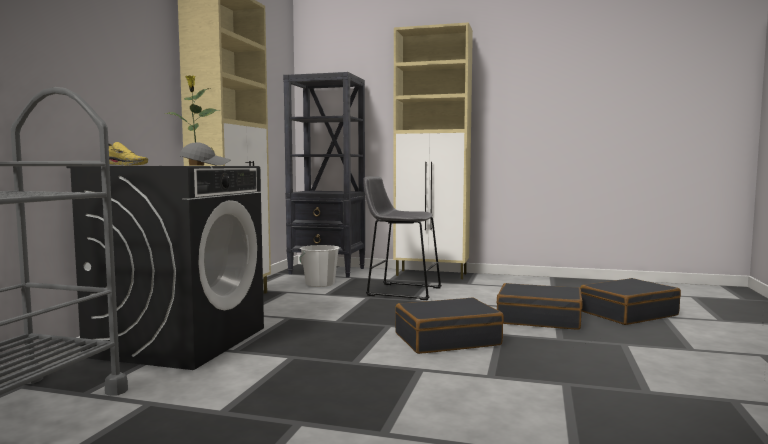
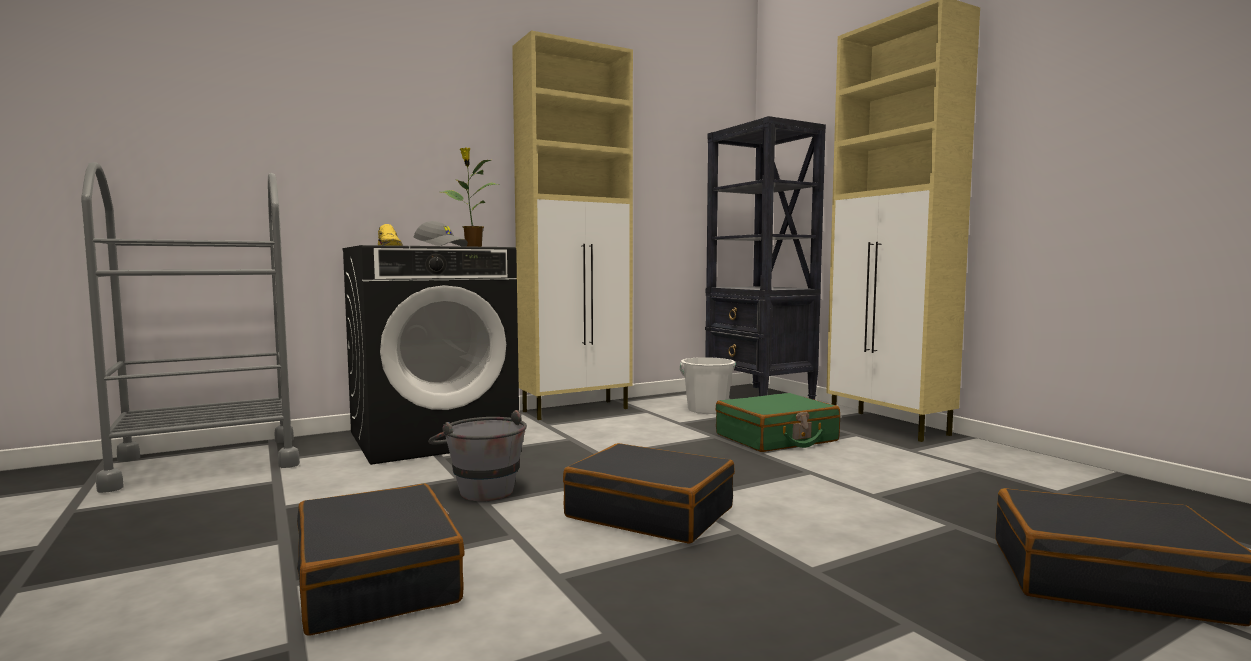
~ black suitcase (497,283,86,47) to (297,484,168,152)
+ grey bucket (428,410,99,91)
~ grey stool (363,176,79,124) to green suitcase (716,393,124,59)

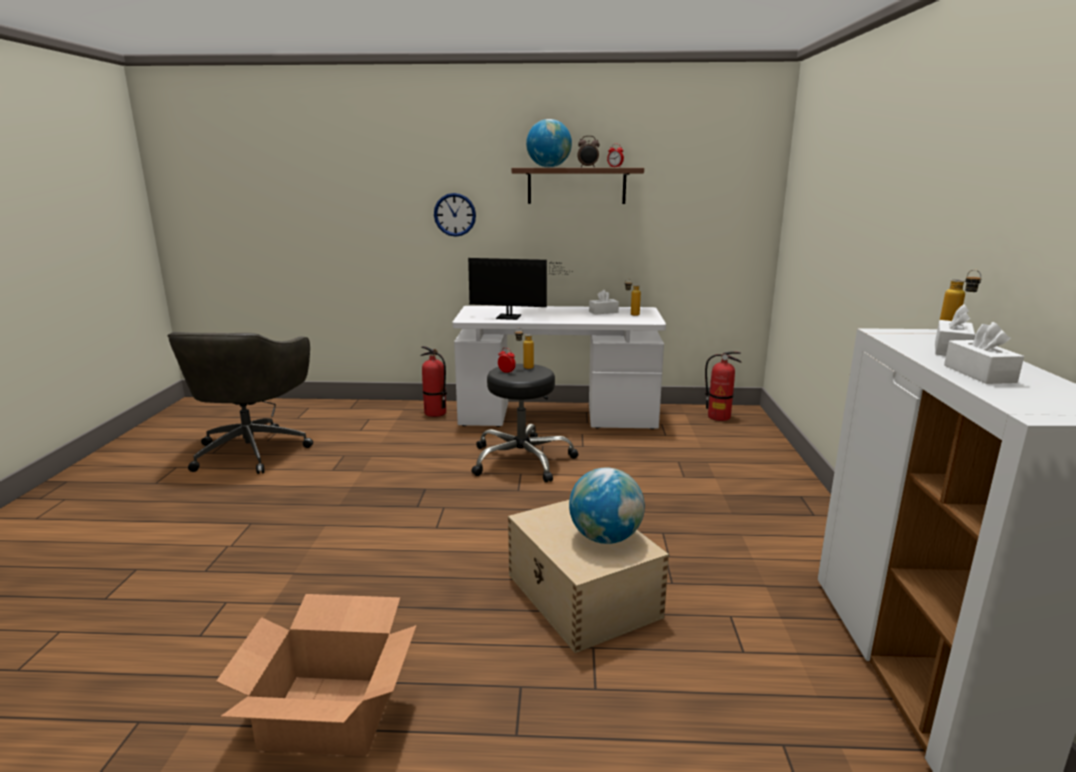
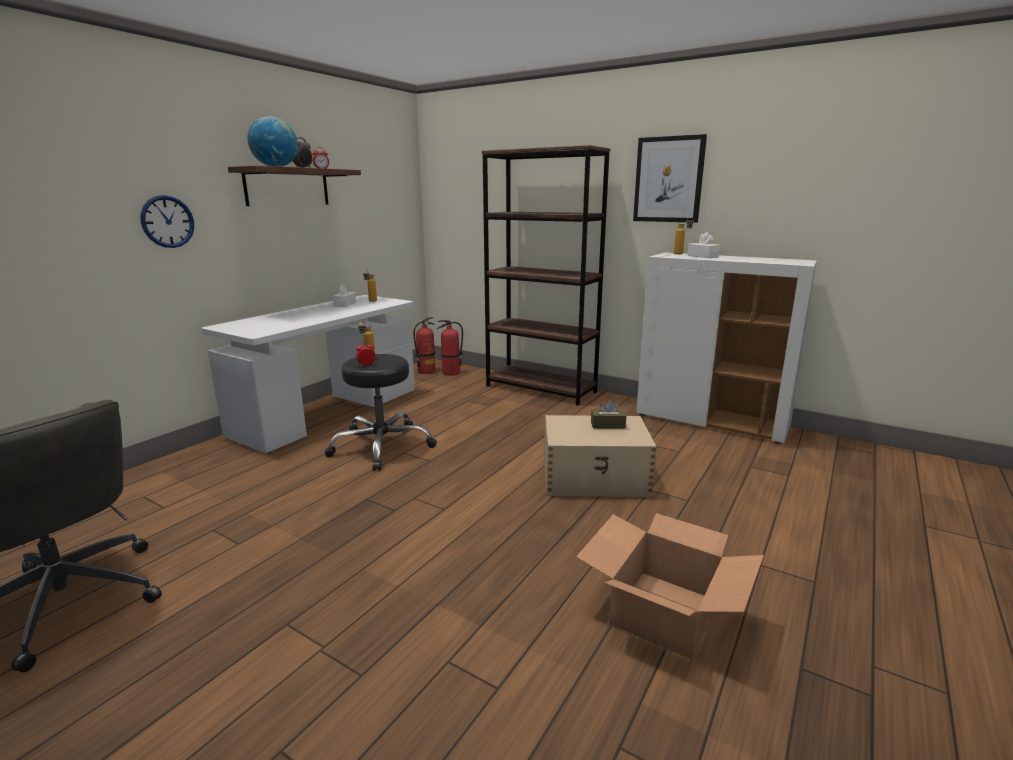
~ fire extinguisher (420,346,27,71) to (437,320,26,55)
+ brown bookcase (482,145,128,261)
~ globe (569,468,76,76) to brown tissue box (591,400,35,29)
+ picture (633,134,74,89)
- monitor (468,258,105,62)
- white tissue box (944,322,80,62)

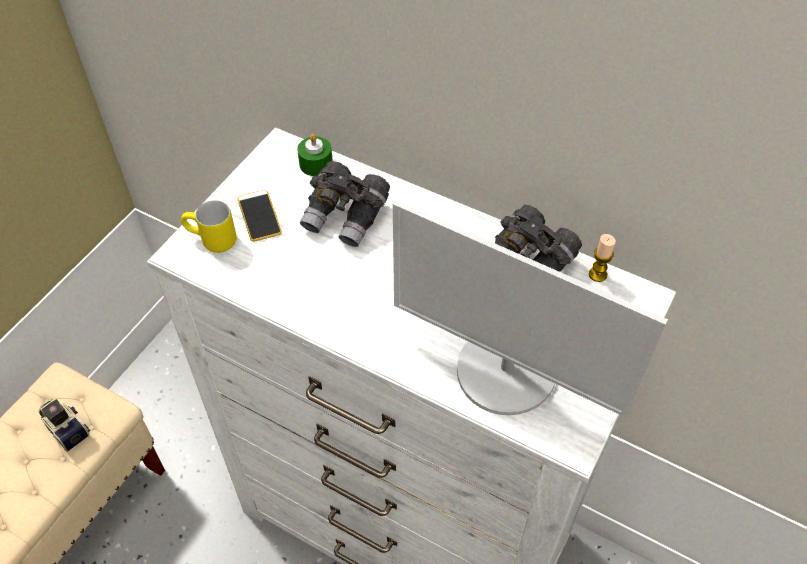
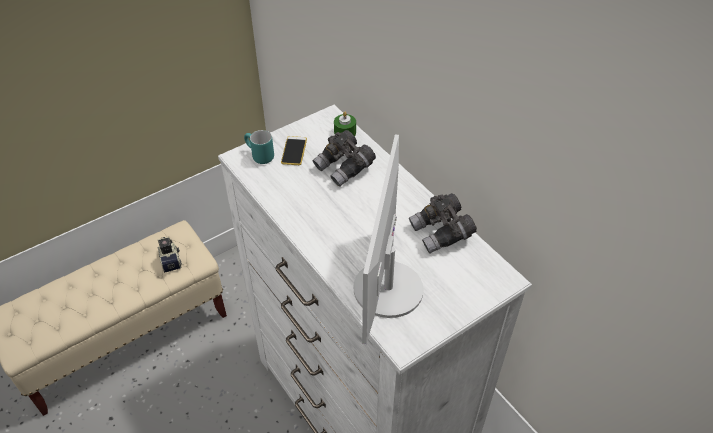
~ yellow mug (181,200,56,53) to turquoise mug (244,130,30,34)
~ monitor (393,200,275,218) = (353,134,70,210) 45 degrees clockwise
- candle (589,234,27,48)

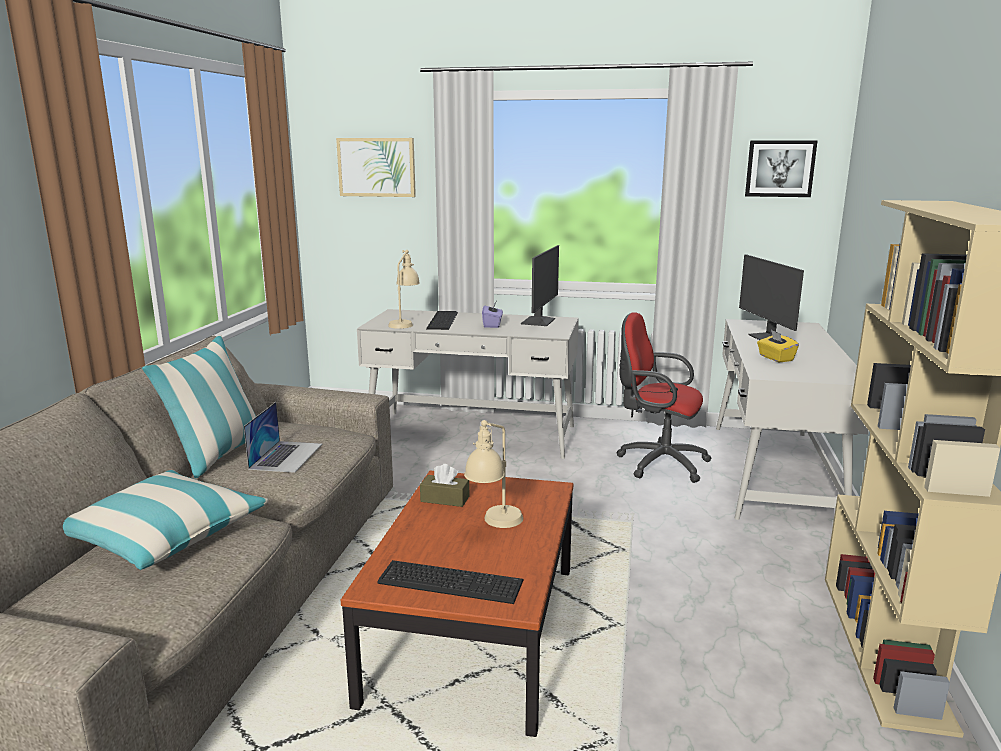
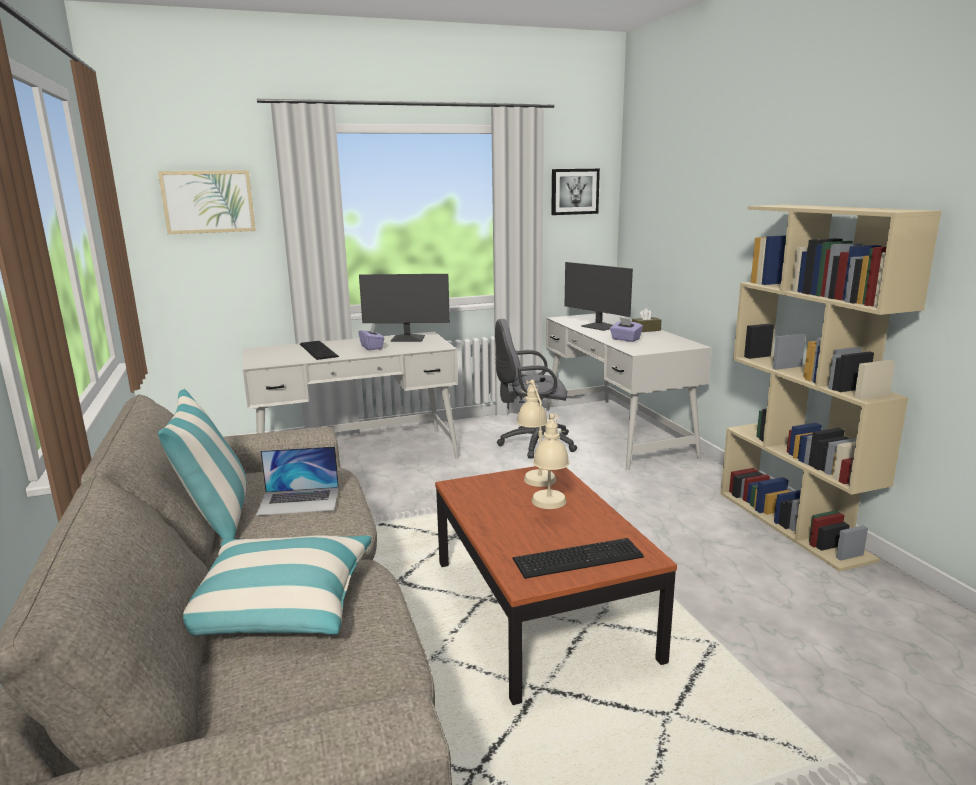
~ laptop (244,402,78,71) = (256,446,83,70) 105 degrees clockwise
~ monitor (521,245,38,81) = (359,274,91,68) 105 degrees clockwise
~ red office chair (616,312,96,171) to grey office chair (495,319,82,140)
~ beige table lamp (388,250,32,79) to (517,379,39,108)
~ yellow tissue box (757,330,42,32) to purple tissue box (610,318,33,24)
~ brown tissue box (420,464,49,43) to (632,308,29,24)

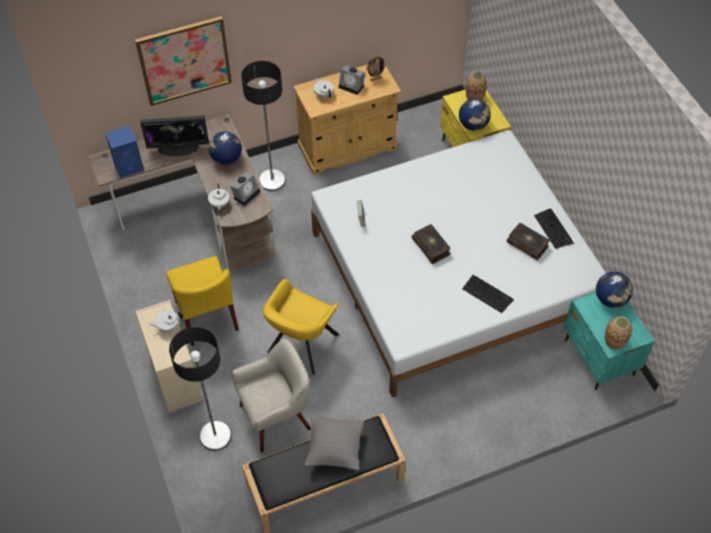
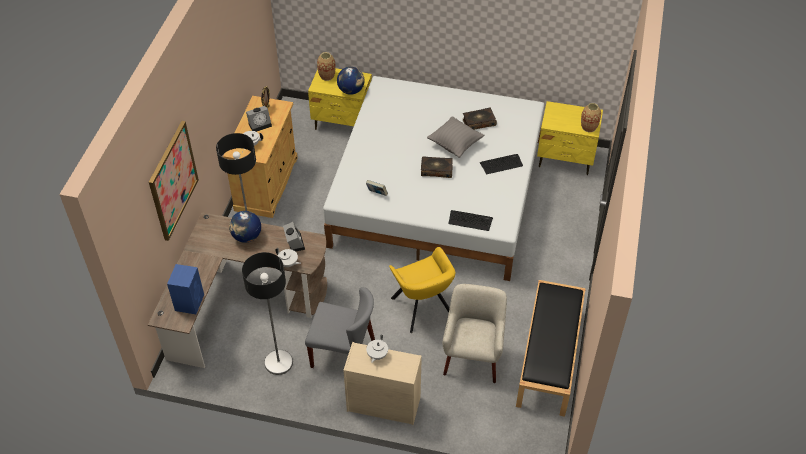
~ floor lamp (169,327,63,124) to (242,252,51,123)
~ yellow chair (166,256,73,90) to grey chair (305,287,70,81)
~ grey pillow (305,415,59,56) to (427,116,57,42)
~ keyboard (534,208,39,41) to (448,210,45,21)
~ turquoise nightstand (564,292,91,98) to yellow nightstand (537,101,66,74)
- monitor (140,116,69,40)
- globe (596,272,37,36)

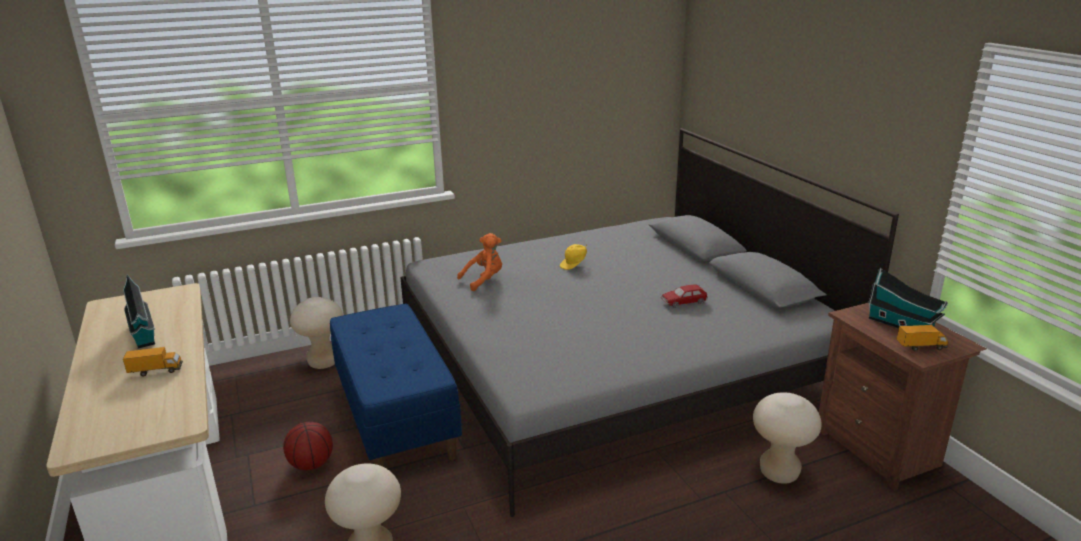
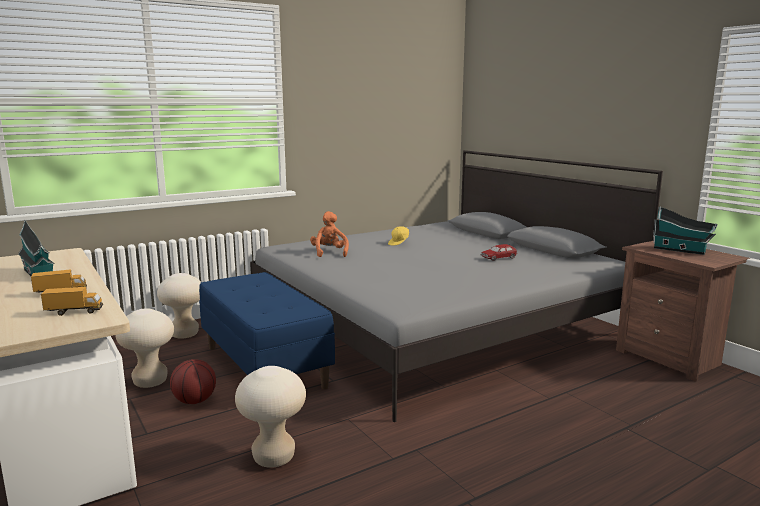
~ toy truck (896,325,52,26) to (41,287,62,29)
~ beige stool (753,392,69,92) to (115,308,59,80)
~ orange plush toy (457,233,45,58) = (310,211,39,46) 60 degrees counterclockwise

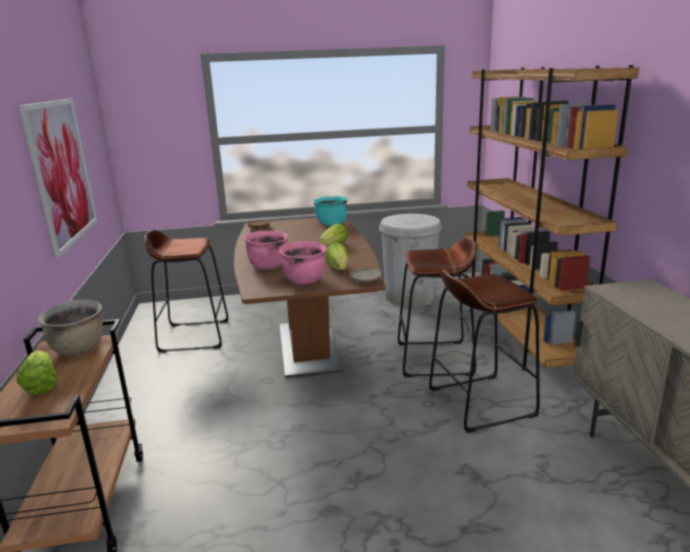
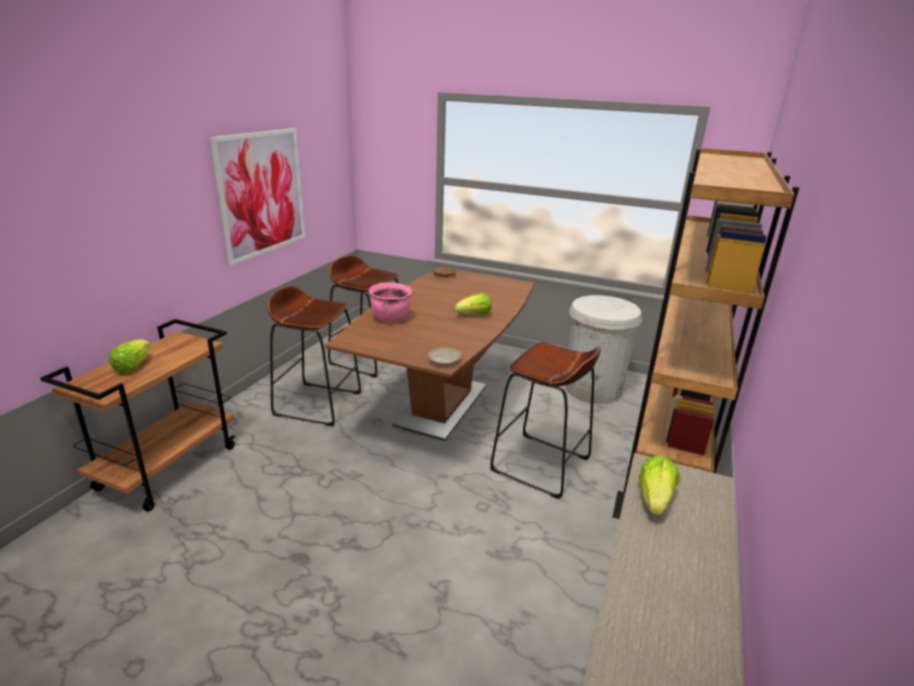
~ brown stool (429,270,111,163) to (267,286,94,141)
~ lettuce (326,243,22,27) to (638,455,42,60)
- brown cooking pot (38,300,65,56)
- pink cooking pot (279,241,48,44)
- turquoise cooking pot (313,196,34,30)

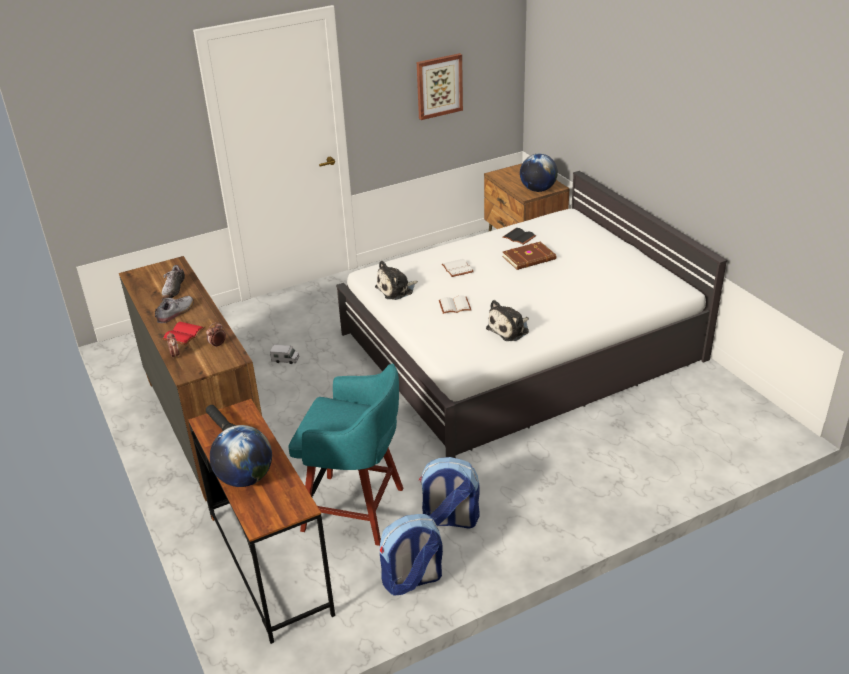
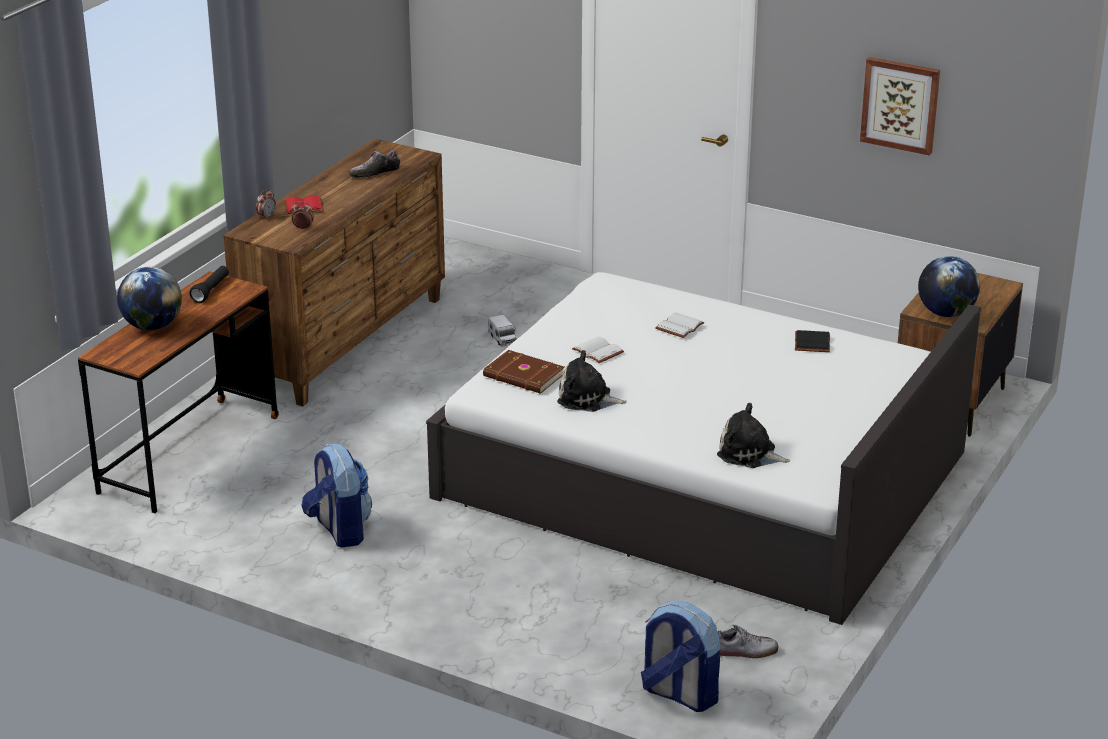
~ brown book (502,242,54,28) to (483,350,82,44)
~ backpack (380,514,63,82) to (641,601,79,111)
~ plush toy (375,260,43,40) to (717,403,73,65)
~ shoe (155,296,39,27) to (718,625,60,33)
- turquoise stool (288,364,115,182)

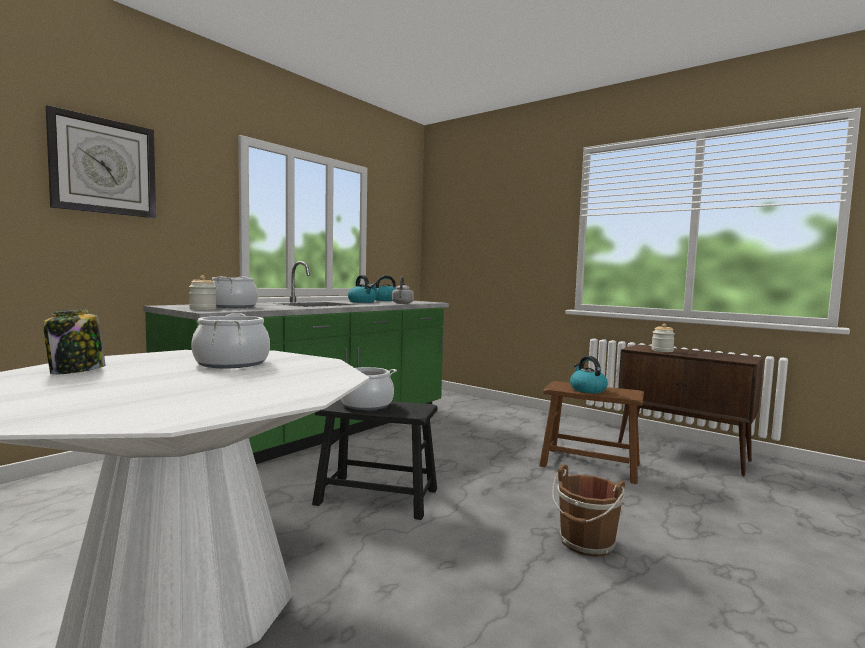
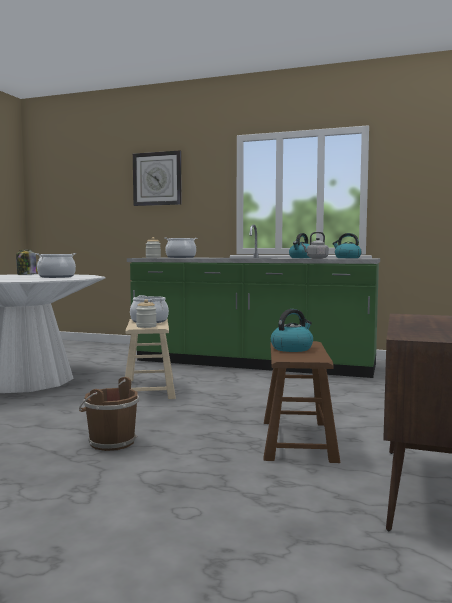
~ black stool (312,399,126,121) to beige stool (124,319,52,80)
~ jar (651,324,24,28) to (136,299,21,29)

